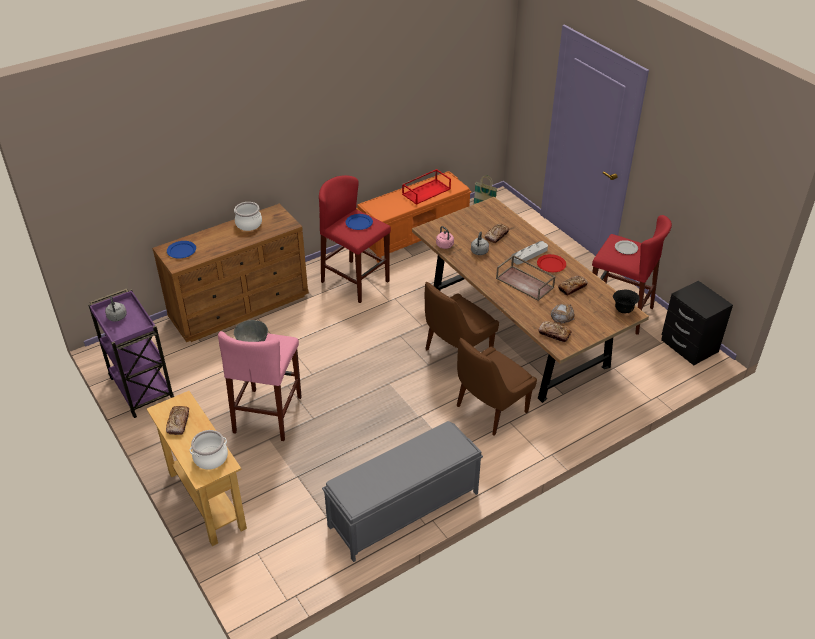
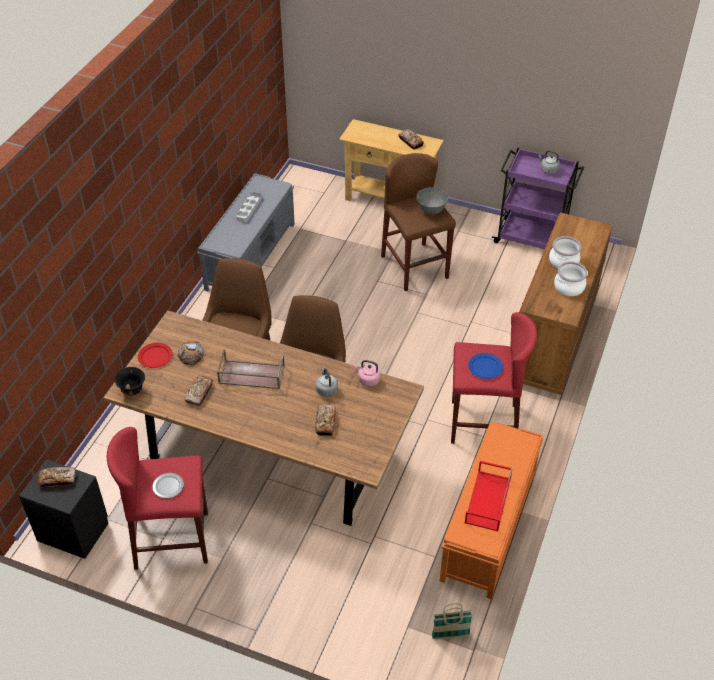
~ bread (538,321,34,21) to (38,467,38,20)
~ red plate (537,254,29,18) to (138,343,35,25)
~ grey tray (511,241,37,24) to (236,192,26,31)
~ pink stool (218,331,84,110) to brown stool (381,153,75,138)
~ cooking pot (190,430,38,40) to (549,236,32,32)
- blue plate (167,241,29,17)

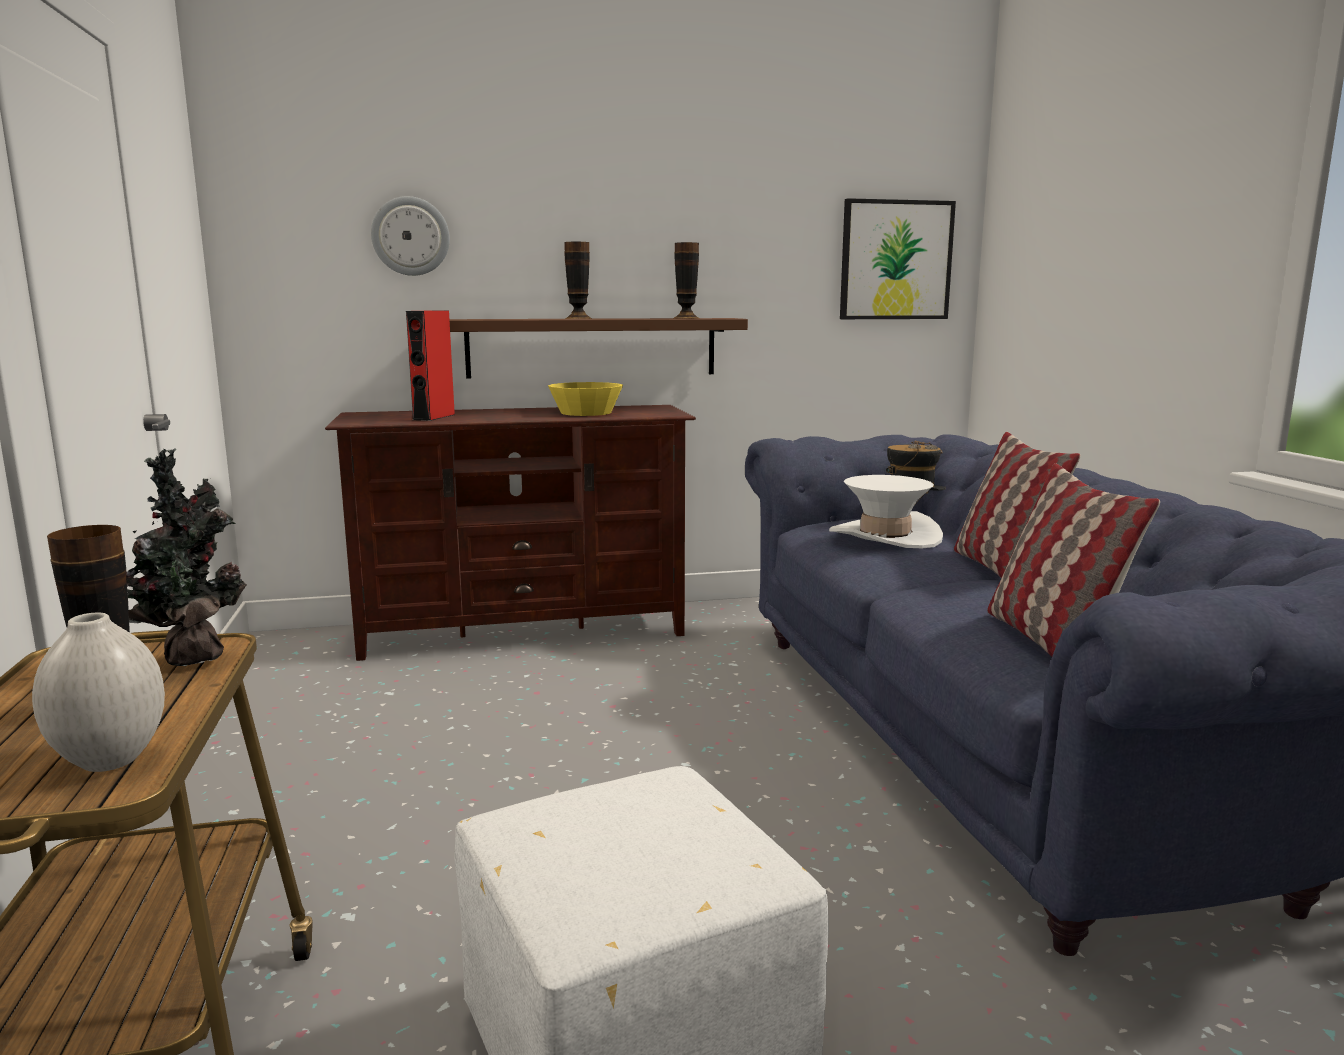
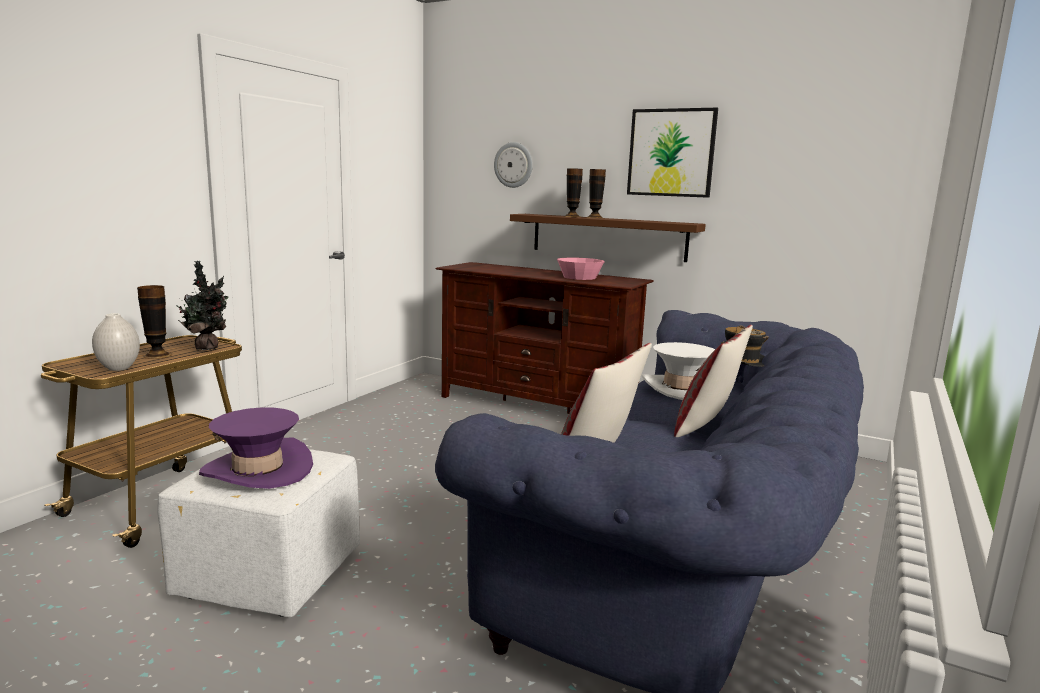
+ purple hat (199,408,114,81)
~ yellow bowl (548,382,75,34) to pink bowl (557,258,48,22)
~ vase (674,242,25,77) to (564,168,19,49)
~ picture (840,198,116,121) to (627,108,91,90)
- red speaker (406,310,49,111)

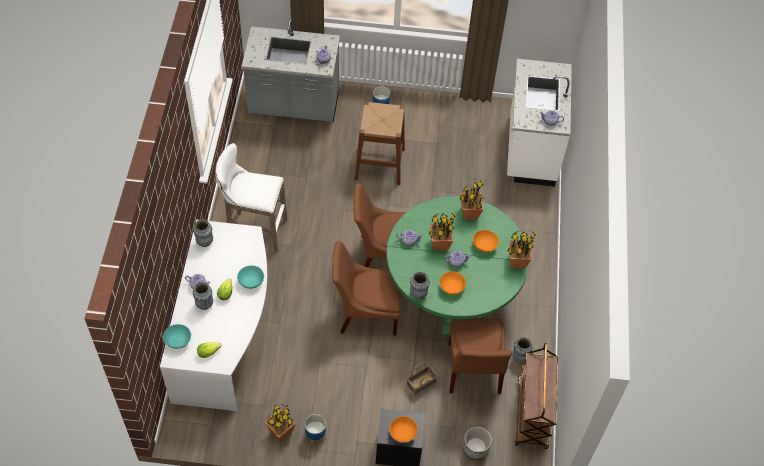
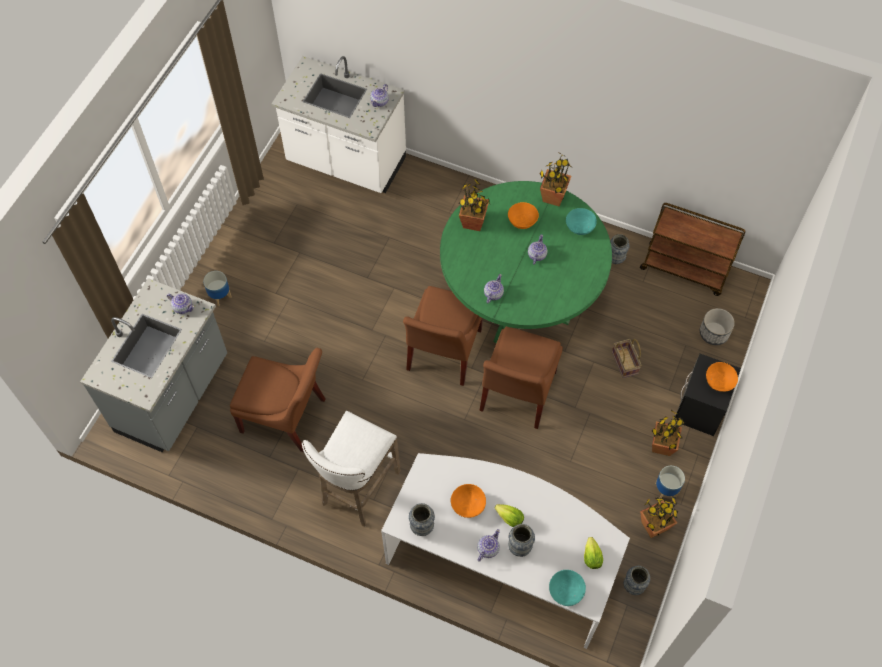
~ brown chair (448,318,64,76) to (230,348,96,104)
~ orange bowl (440,271,26,24) to (451,484,35,34)
~ turquoise bowl (237,265,27,24) to (566,208,31,27)
~ vase (410,272,20,27) to (624,566,26,29)
~ potted plant (429,213,26,38) to (652,410,33,46)
- brown stool (354,102,51,83)

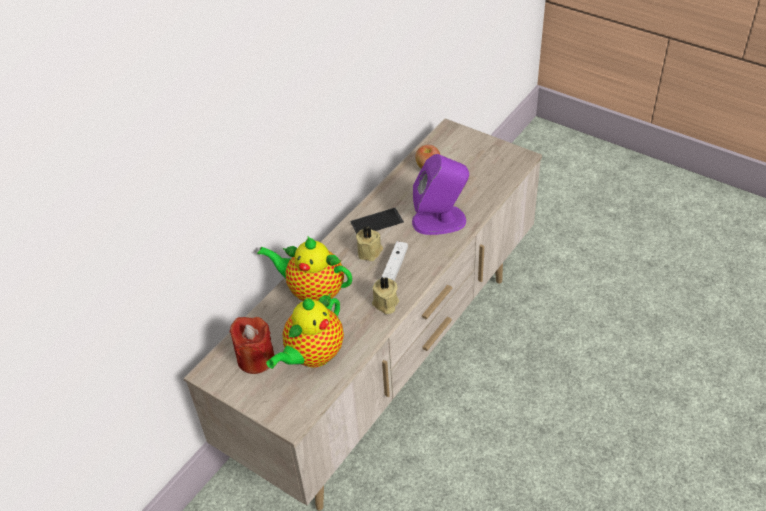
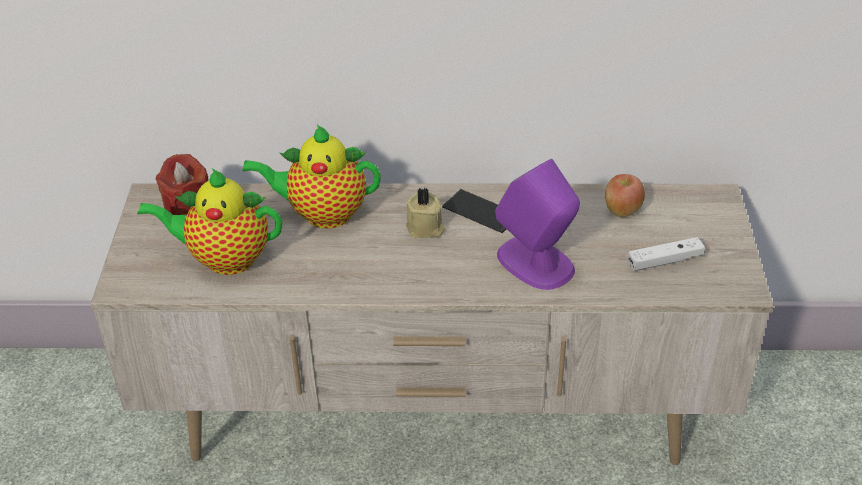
~ teapot (257,236,95,65) = (242,125,139,104) 75 degrees counterclockwise
~ white game controller (382,241,26,40) to (628,237,77,34)
- beige candle (372,277,27,37)

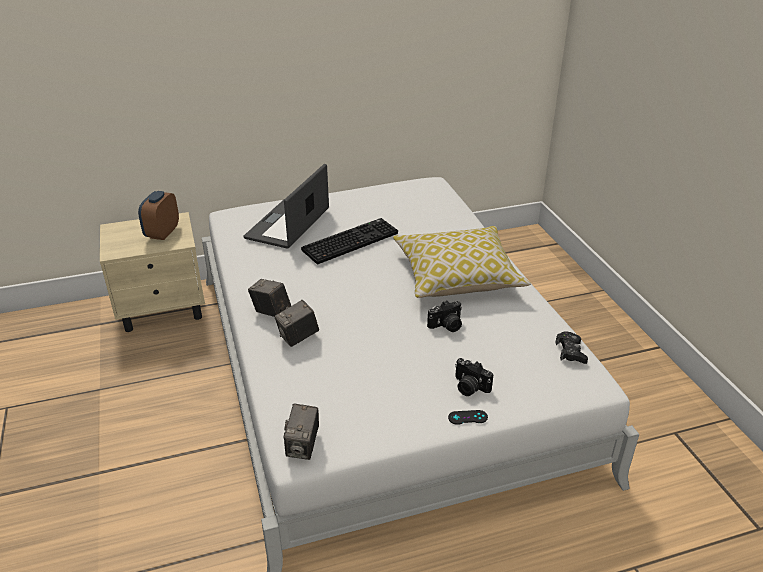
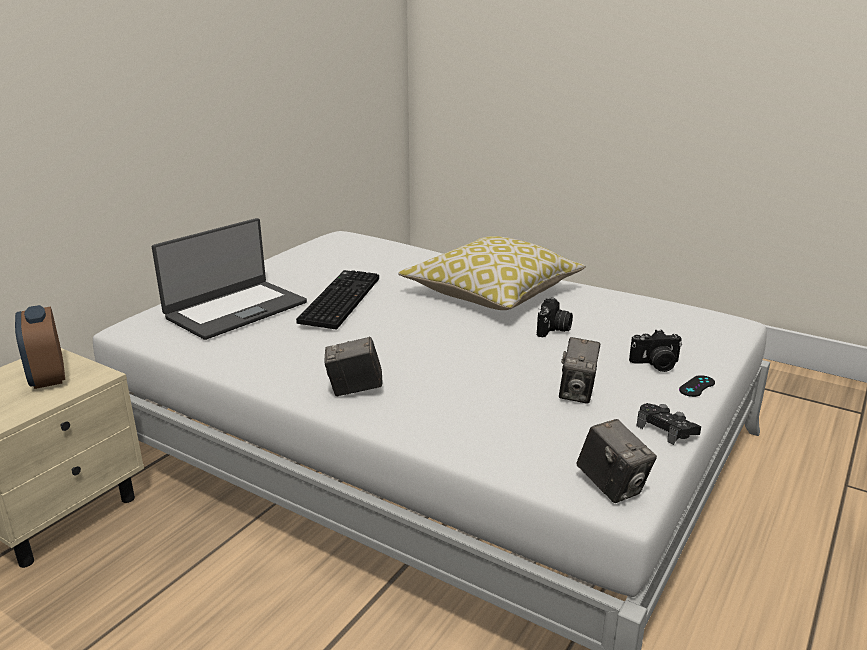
~ laptop (243,164,86,85) = (152,218,155,122) 120 degrees counterclockwise
~ photo camera (275,300,44,47) to (559,337,41,67)
~ black game controller (555,332,33,32) to (637,403,64,42)

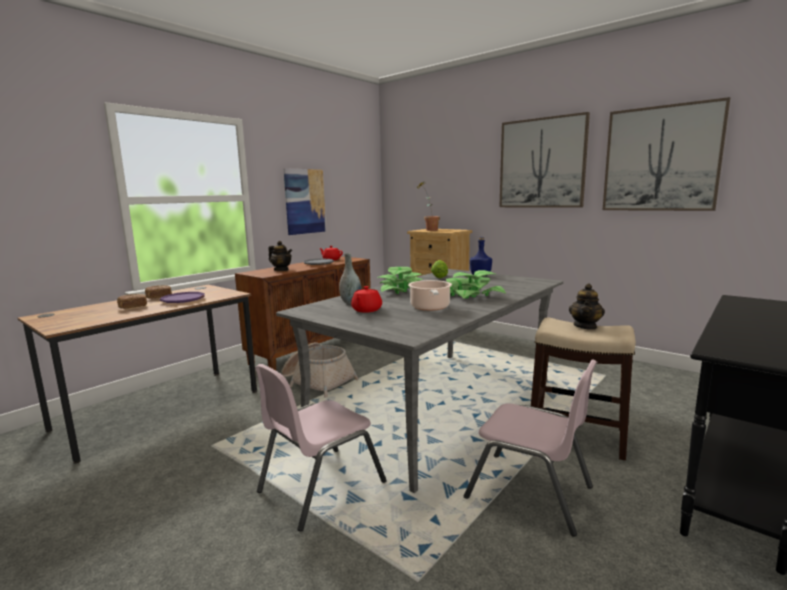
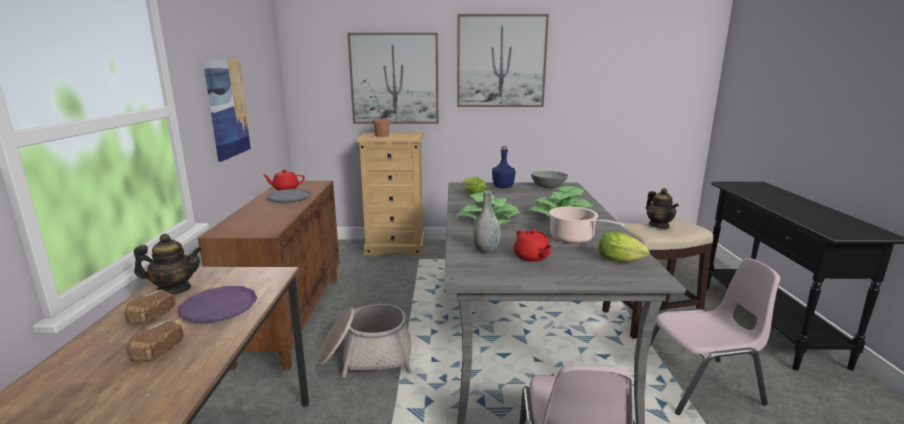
~ teapot (268,241,24,30) to (134,234,68,60)
~ picture (603,97,127,114) to (347,33,91,91)
+ grey bowl (531,171,37,17)
+ lettuce (598,232,51,30)

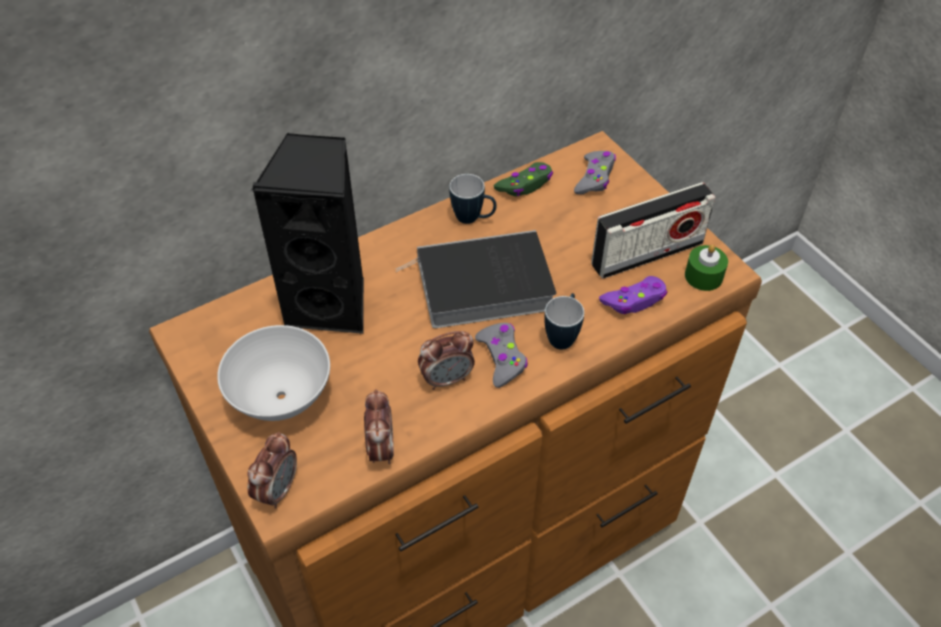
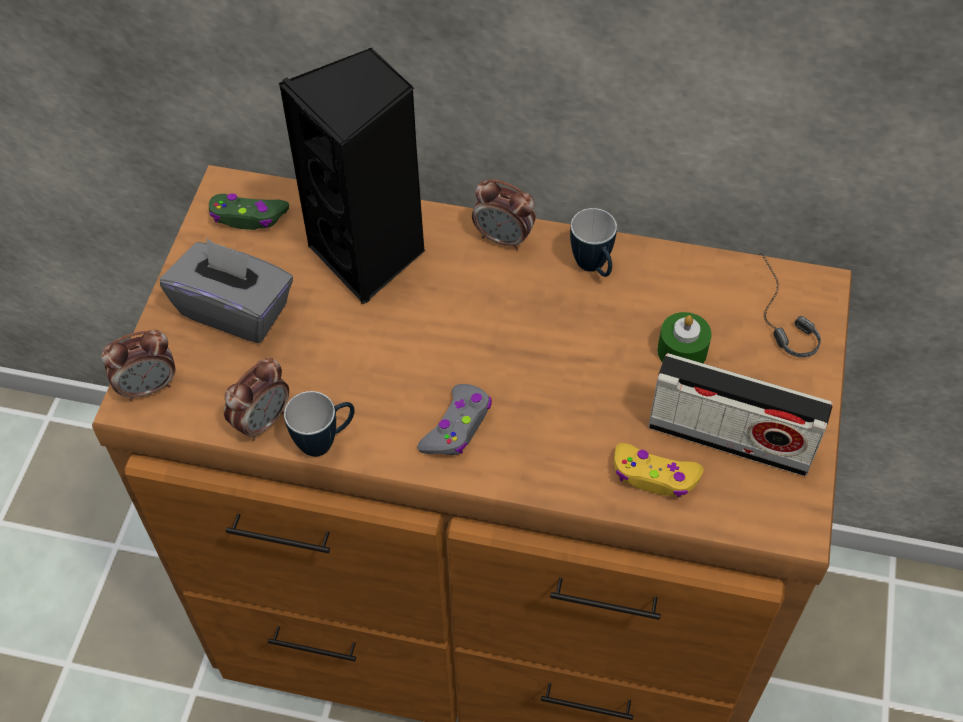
~ white bowl (217,325,113,96) to grey tissue box (160,239,133,104)
~ green game controller (494,162,59,35) to (209,193,80,37)
~ mug (544,293,40,57) to (284,391,71,66)
~ alarm clock (418,331,57,59) to (472,179,64,71)
~ purple game controller (599,276,68,38) to yellow game controller (614,443,90,54)
~ green candle (685,244,43,47) to (657,312,55,52)
~ grey game controller (574,151,42,43) to headphones (756,253,65,105)
- book (395,230,161,98)

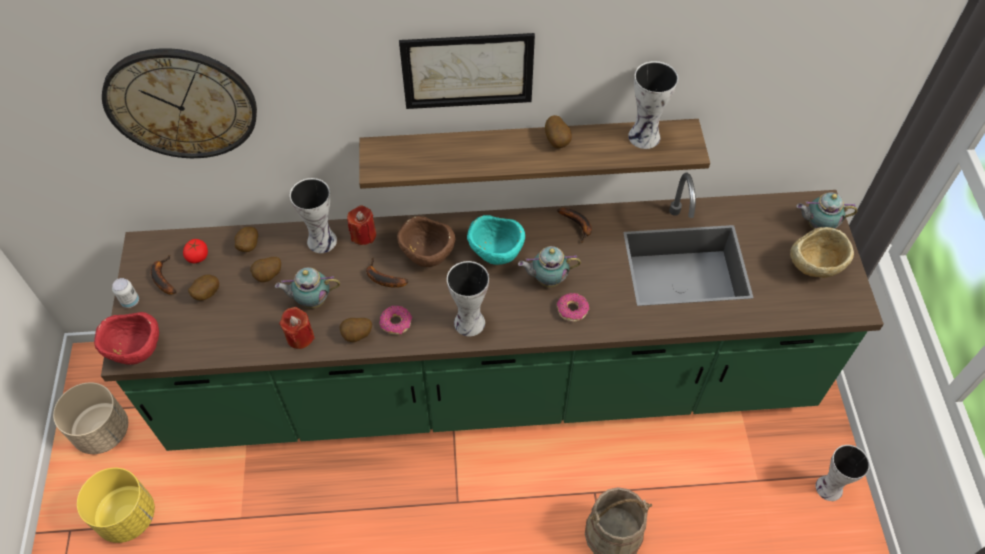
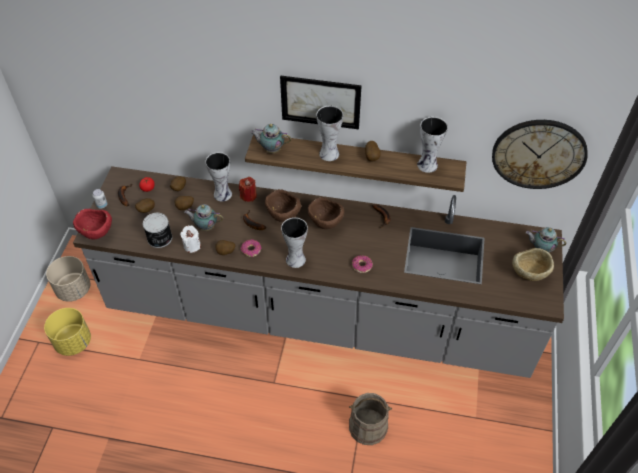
~ green counter (101,173,783,278) to grey counter (73,166,491,212)
+ can (143,213,29,35)
~ red candle (279,307,36,42) to white candle (180,226,21,27)
~ teapot (518,246,63,41) to (250,124,41,29)
~ turquoise bowl (467,215,58,50) to brown bowl (308,197,37,32)
~ vase (816,445,54,56) to (316,106,27,55)
~ wall clock (102,48,155,110) to (492,120,96,69)

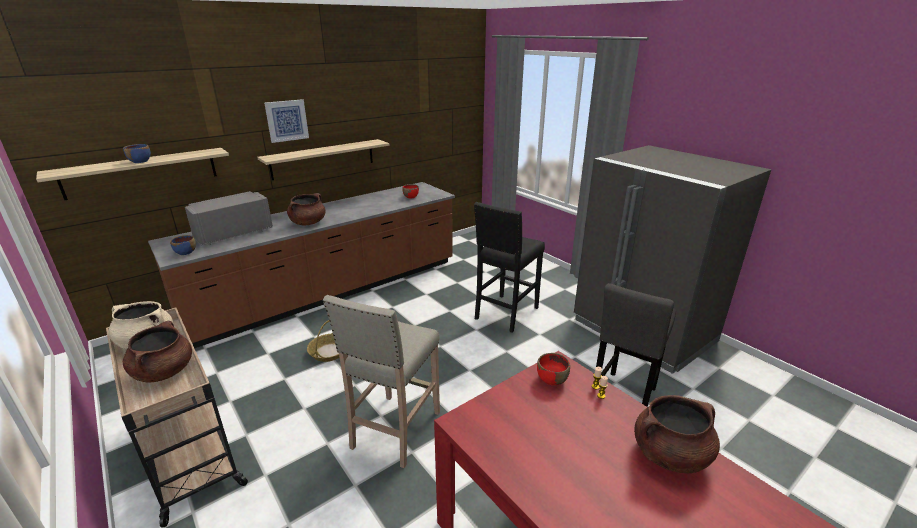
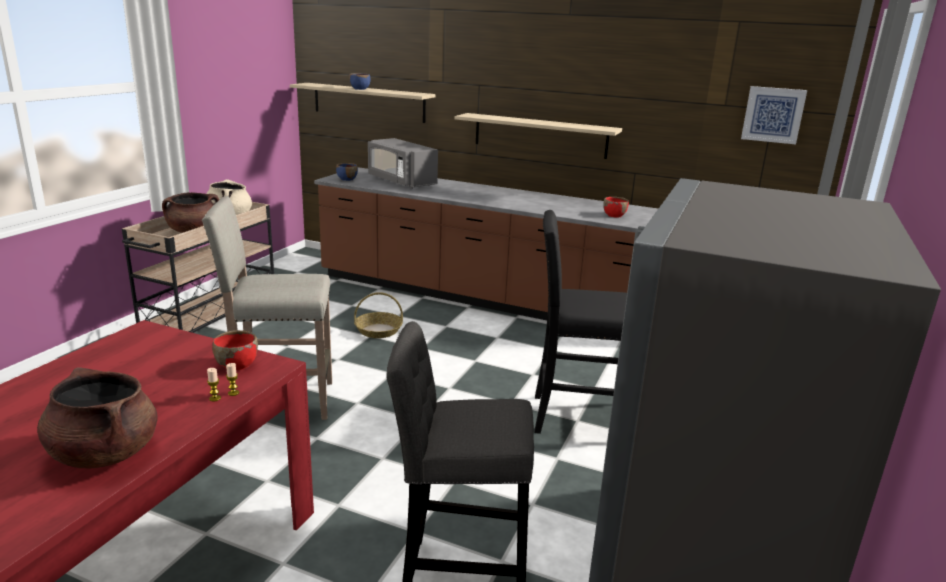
~ grey microwave (185,191,88,55) = (368,138,70,51) 150 degrees counterclockwise
~ picture (264,99,45,44) to (741,86,66,58)
- brown cooking pot (287,193,38,32)

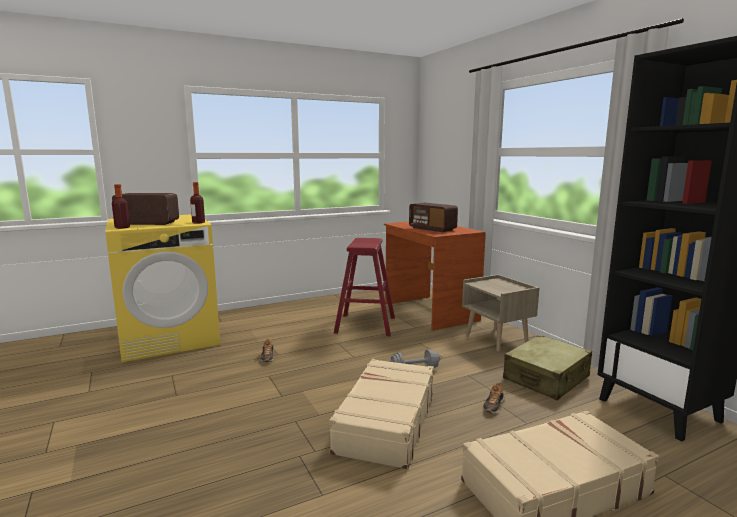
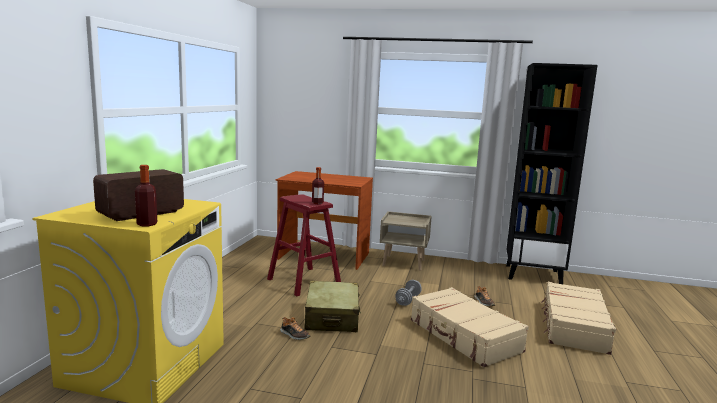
~ beige suitcase (503,335,89,65) to (304,281,57,51)
~ bottle (190,182,15,42) to (312,167,12,37)
- radio (409,203,49,29)

